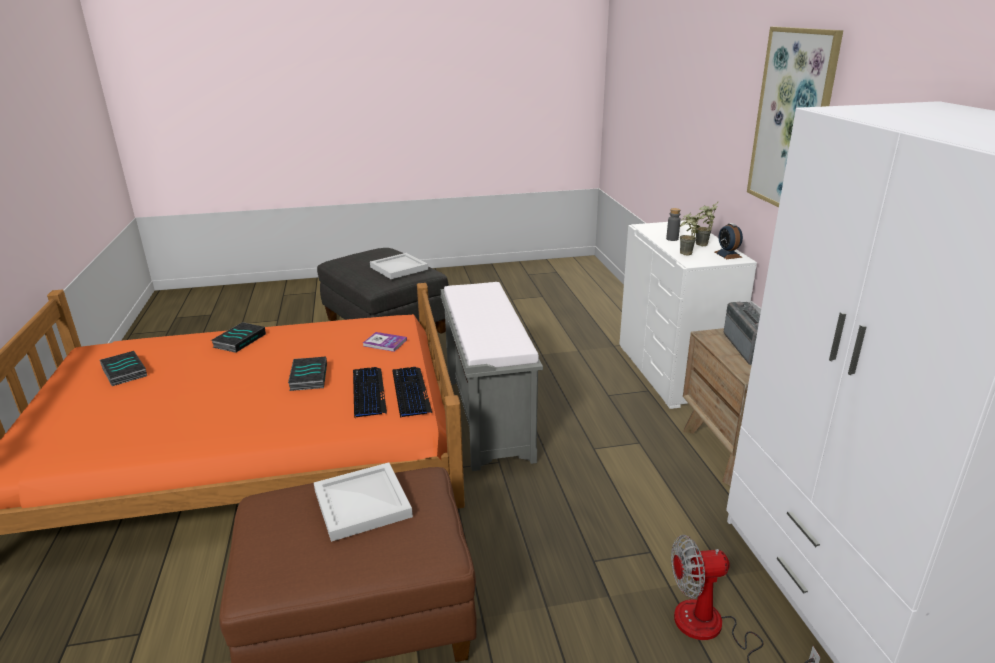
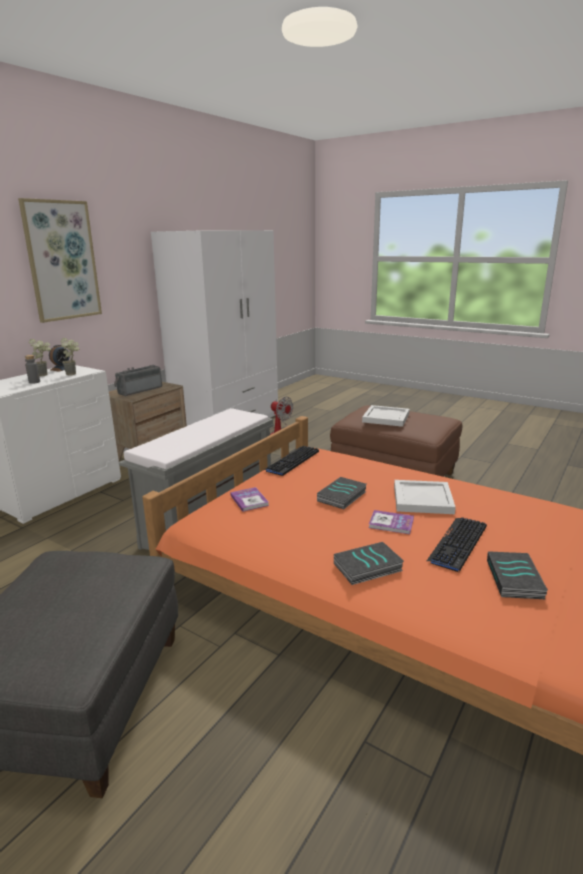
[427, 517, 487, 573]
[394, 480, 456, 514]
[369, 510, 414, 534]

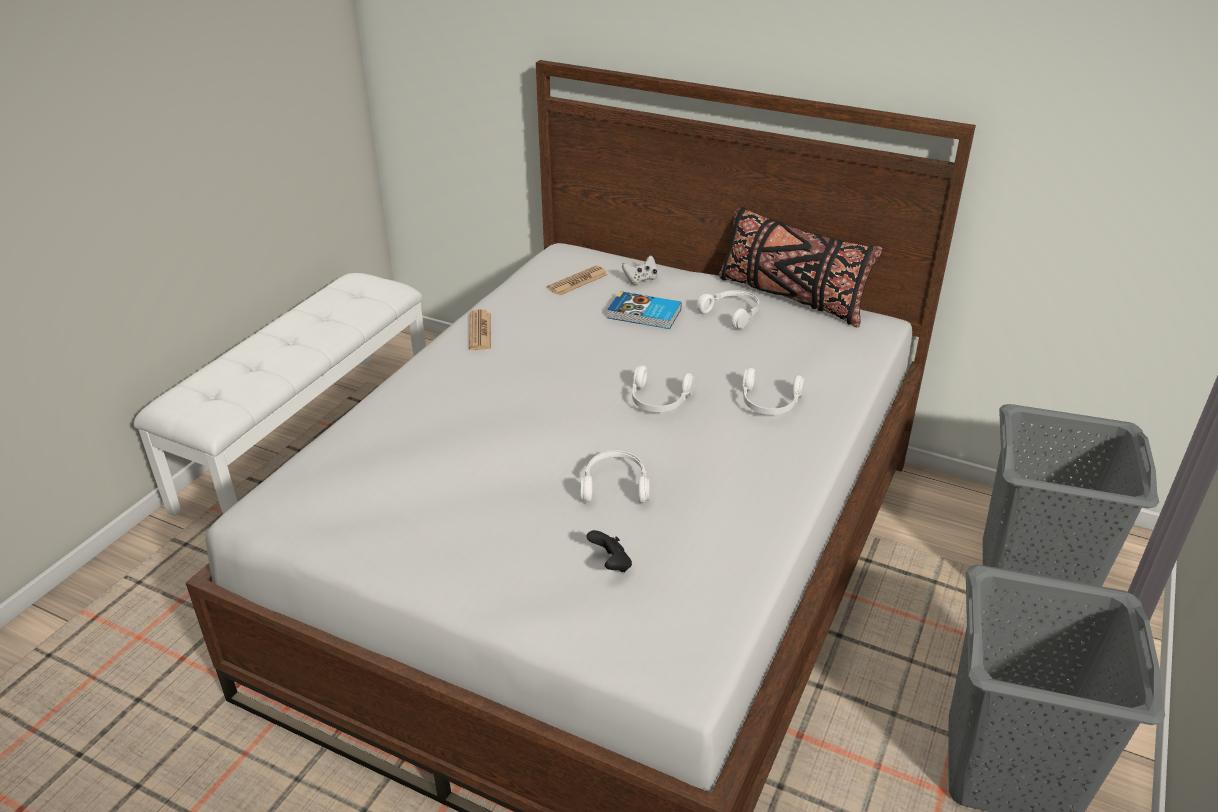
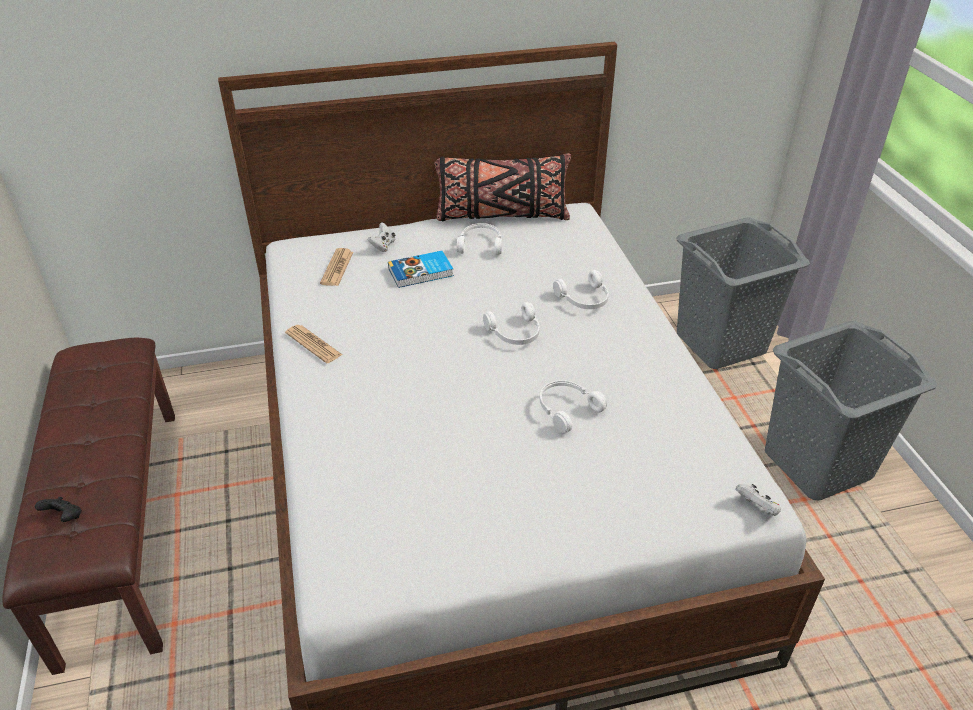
[2, 338, 175, 675]
[35, 497, 82, 522]
[735, 484, 781, 516]

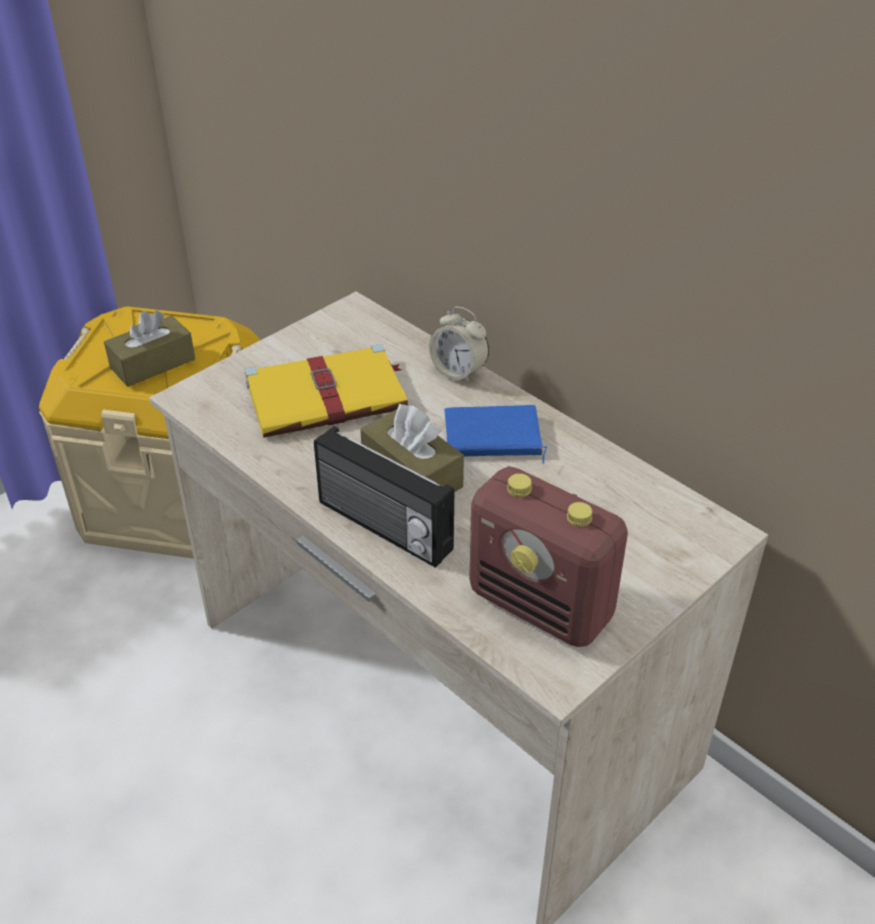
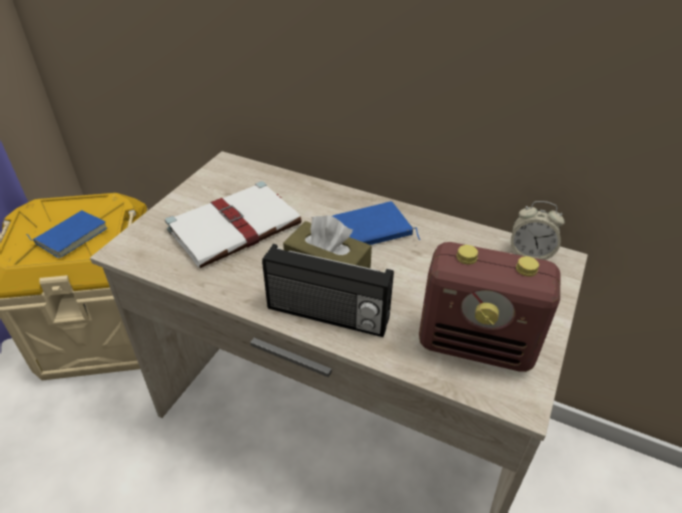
[26, 210, 107, 258]
[165, 181, 302, 268]
[511, 201, 565, 260]

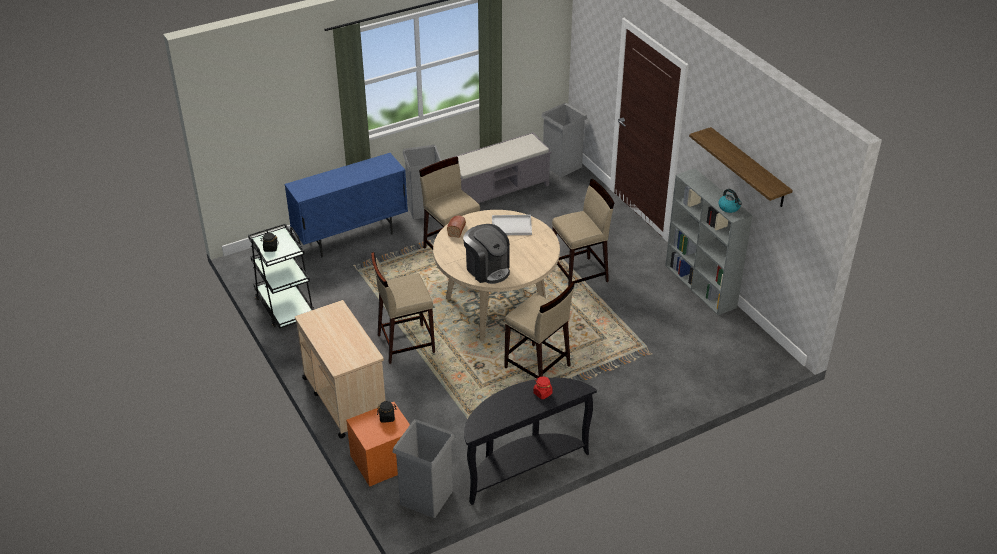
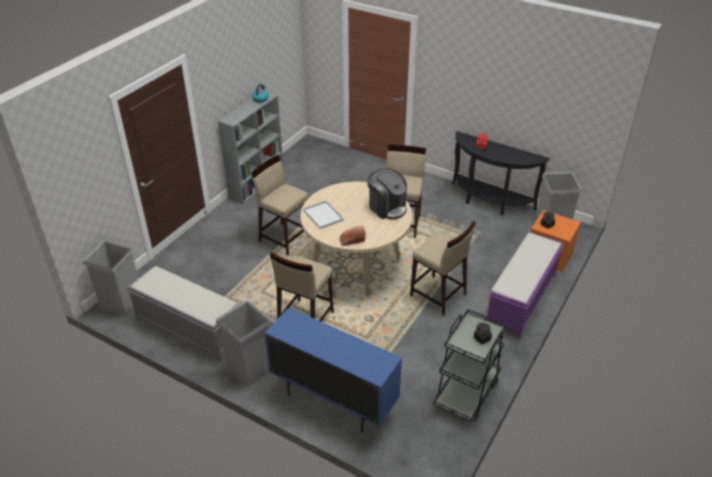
[487, 233, 563, 339]
[367, 169, 407, 220]
[689, 127, 793, 207] (first image)

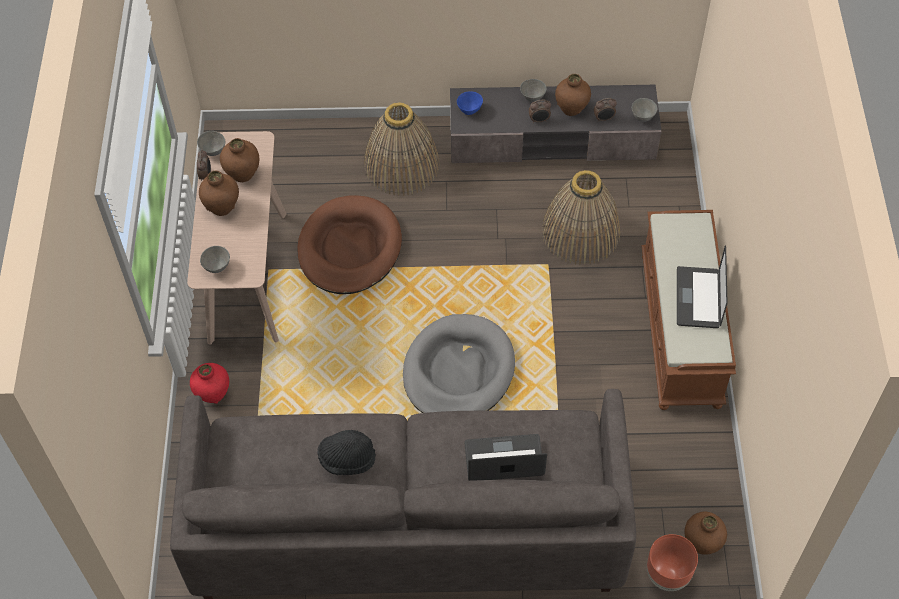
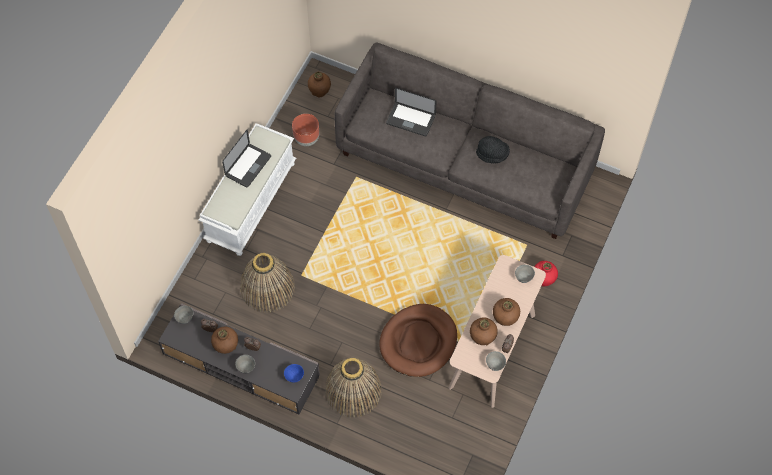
[403, 314, 515, 413] (first image)
[199, 124, 296, 256]
[292, 114, 319, 146]

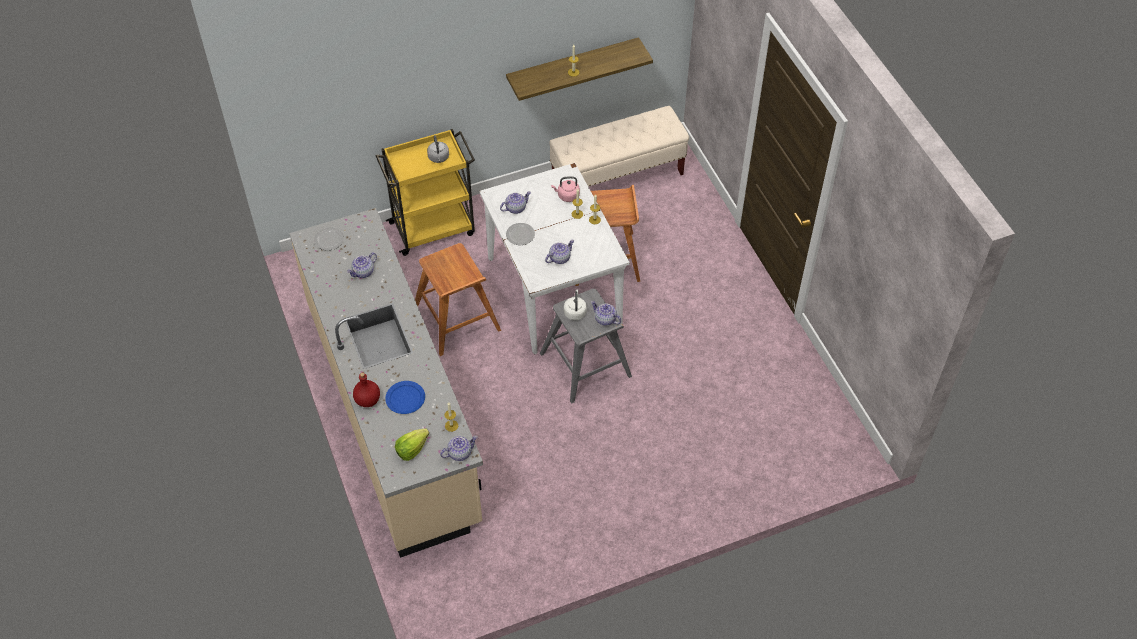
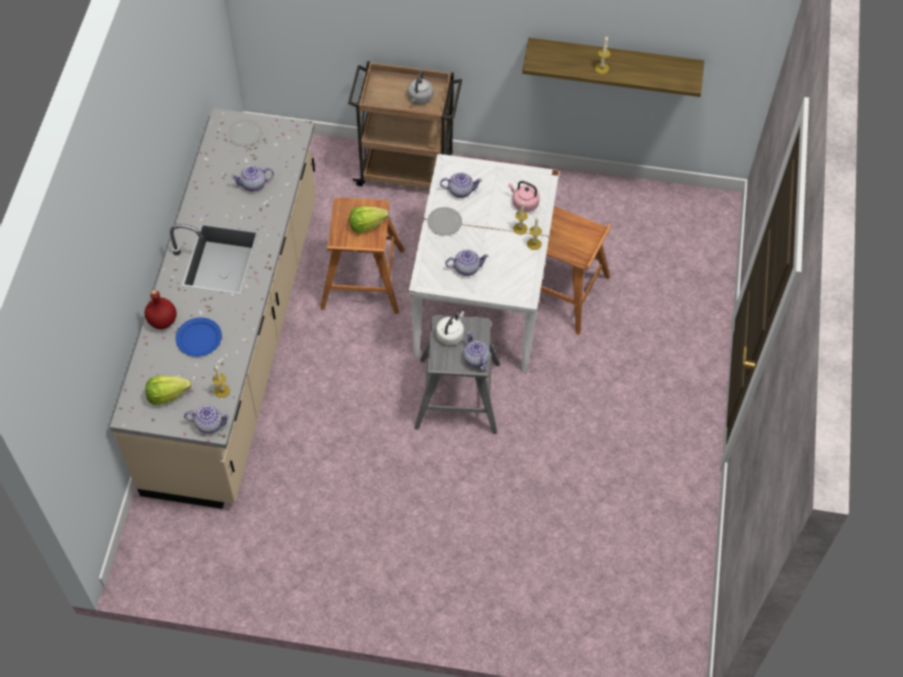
[348, 61, 462, 190]
[549, 106, 689, 187] (first image)
[349, 206, 389, 233]

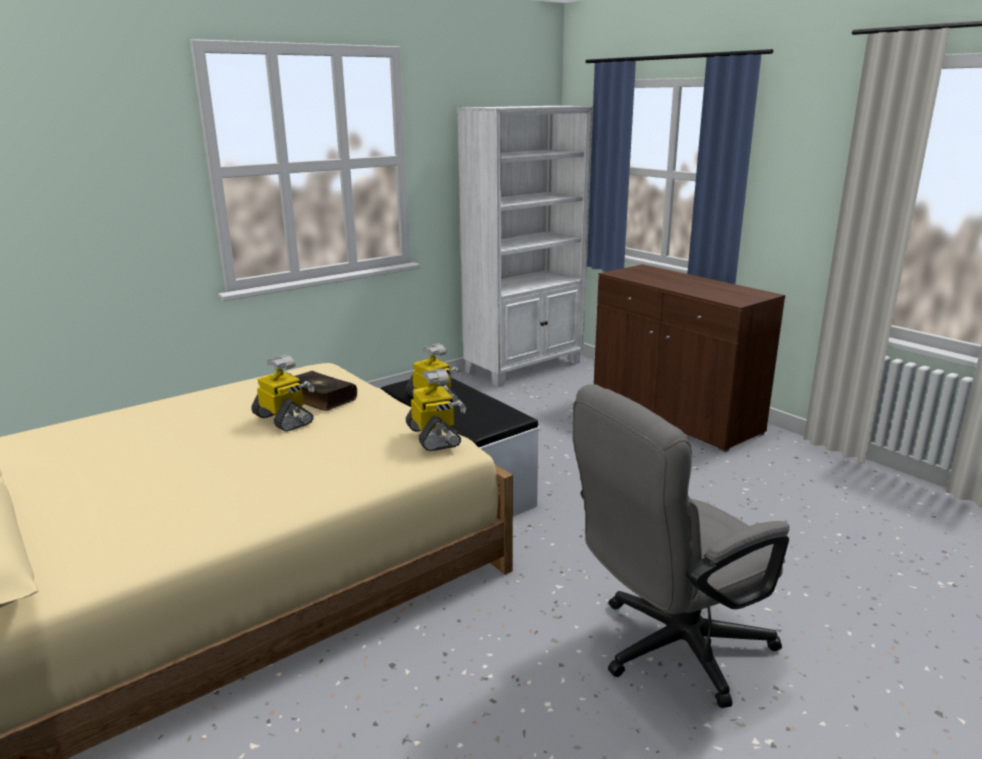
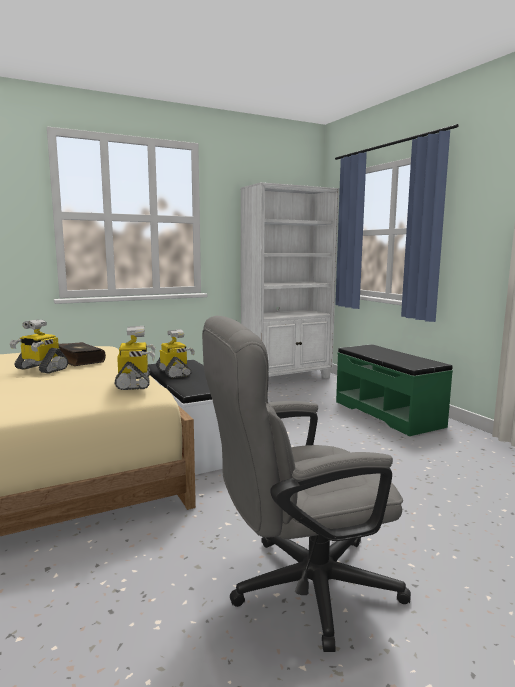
[9, 319, 68, 374]
[336, 344, 453, 436]

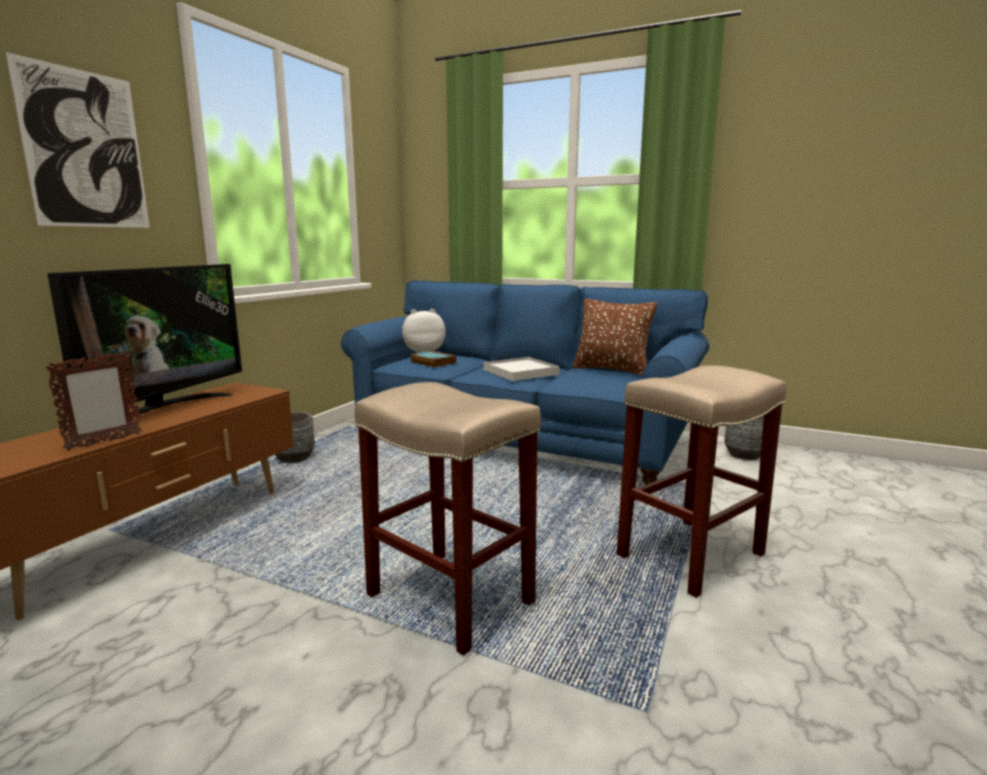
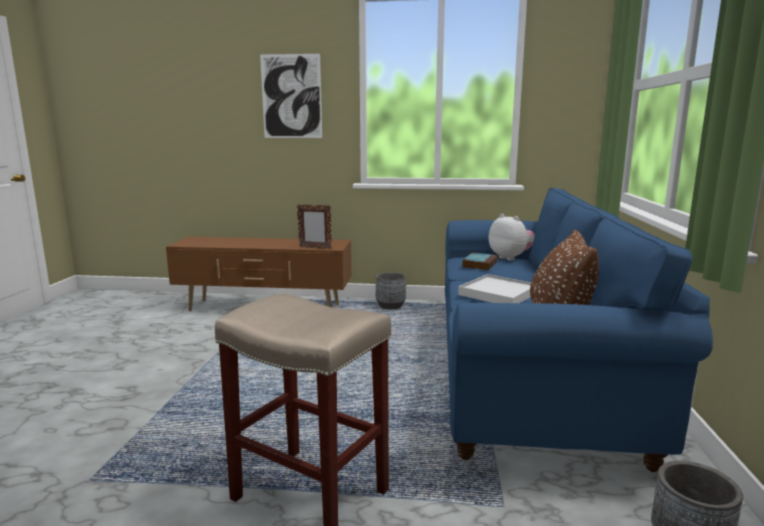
[297, 204, 332, 250]
[47, 264, 242, 416] (first image)
[354, 382, 541, 656] (first image)

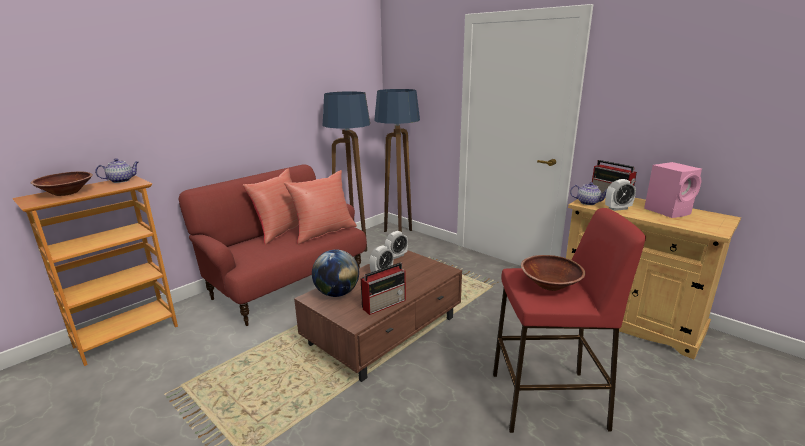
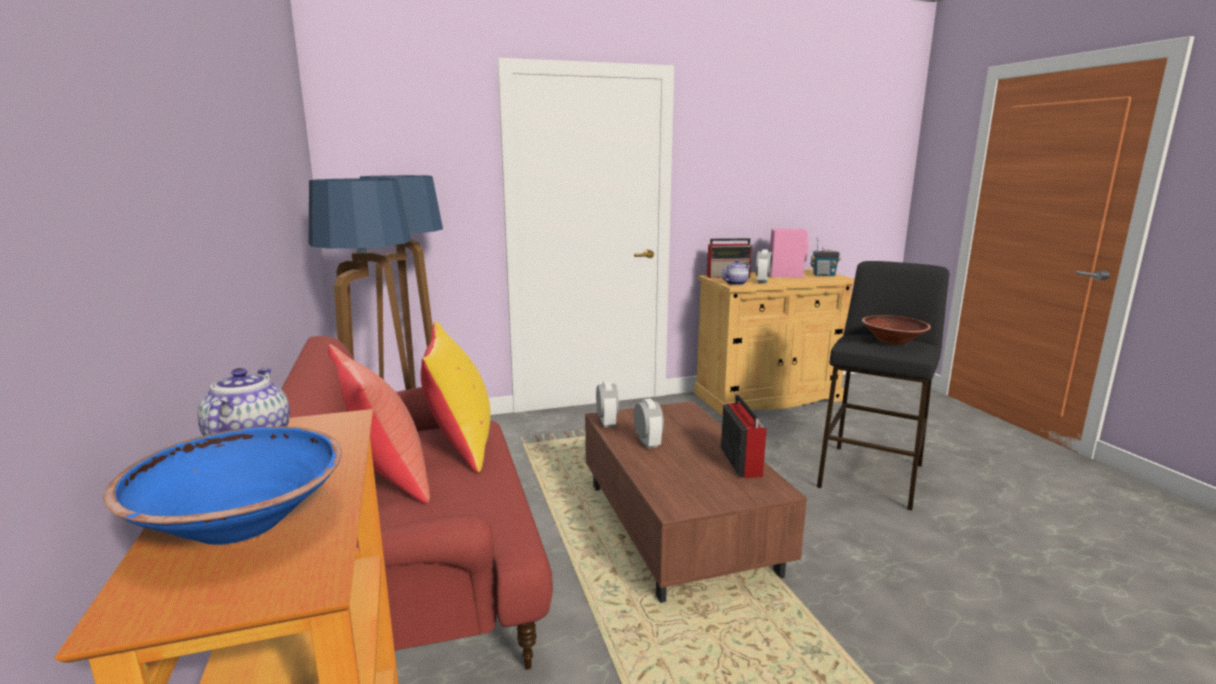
[103, 426, 342, 545]
[421, 321, 491, 473]
[312, 249, 359, 297] (first image)
[817, 261, 949, 511]
[810, 238, 841, 276]

